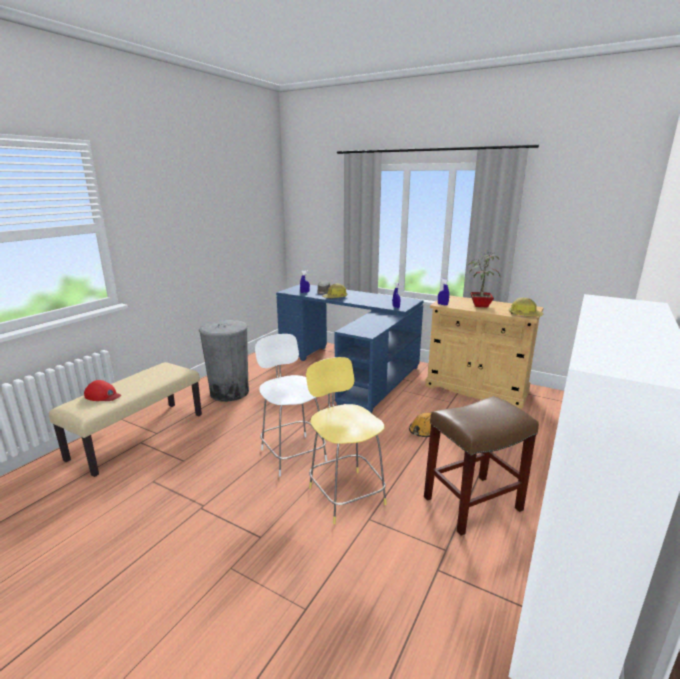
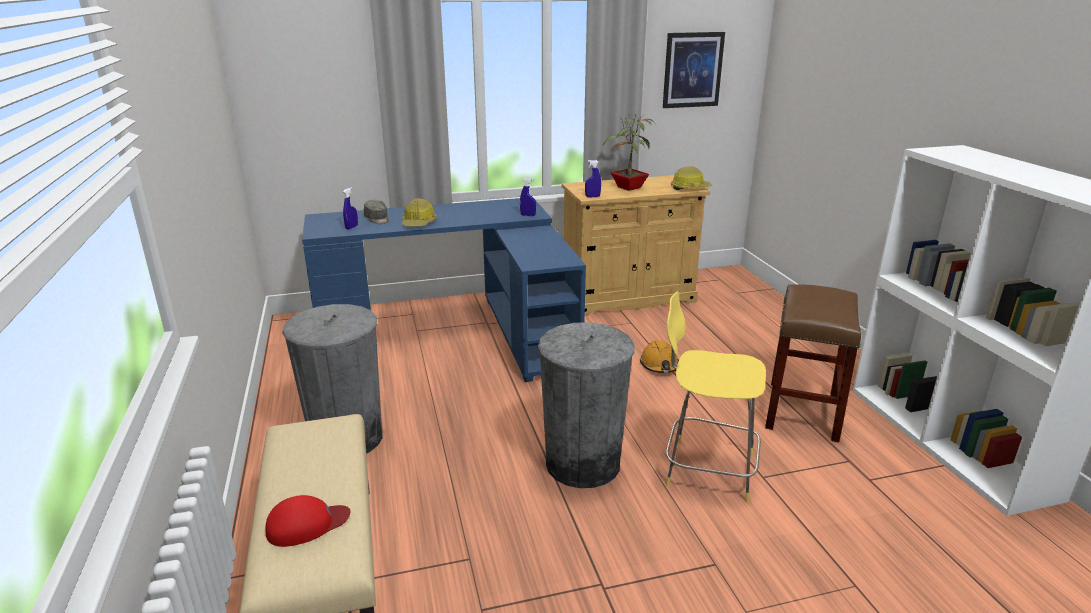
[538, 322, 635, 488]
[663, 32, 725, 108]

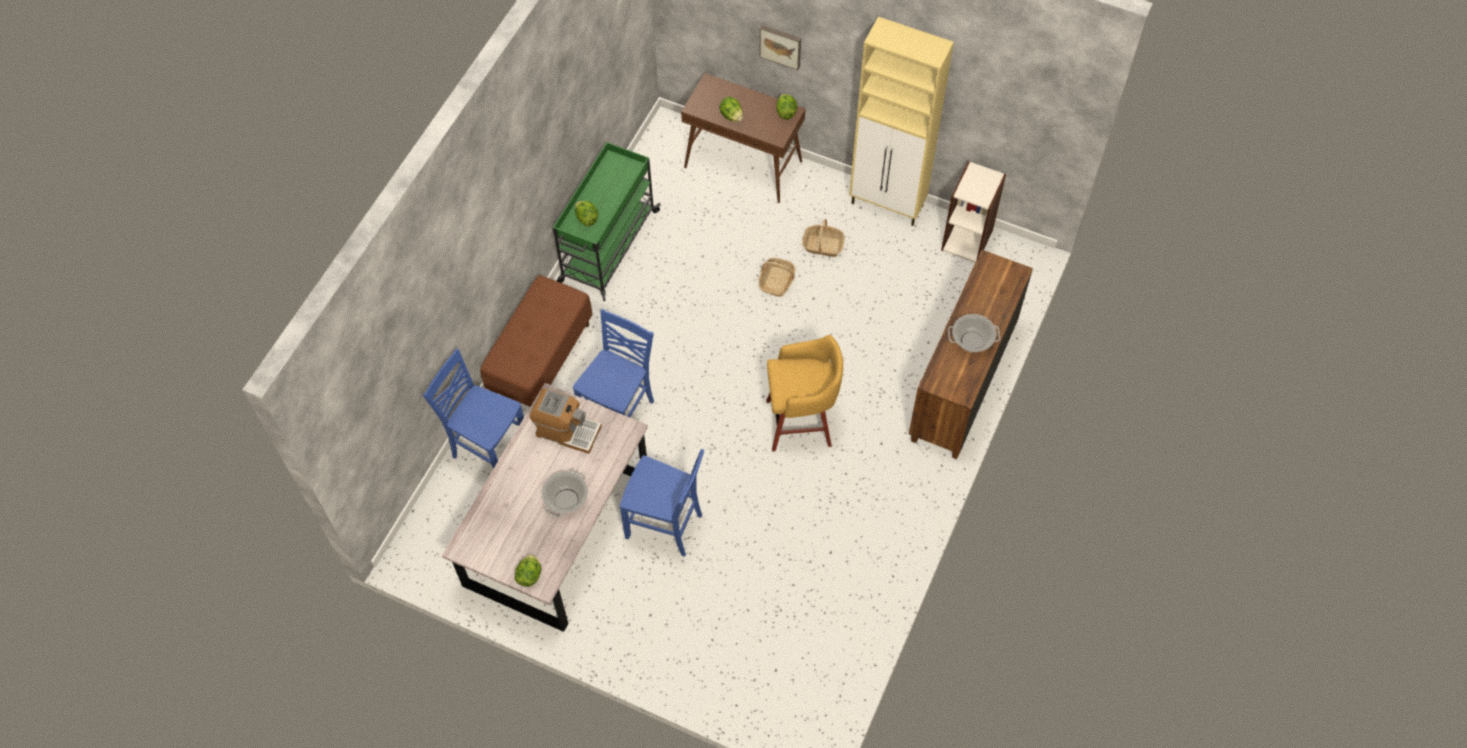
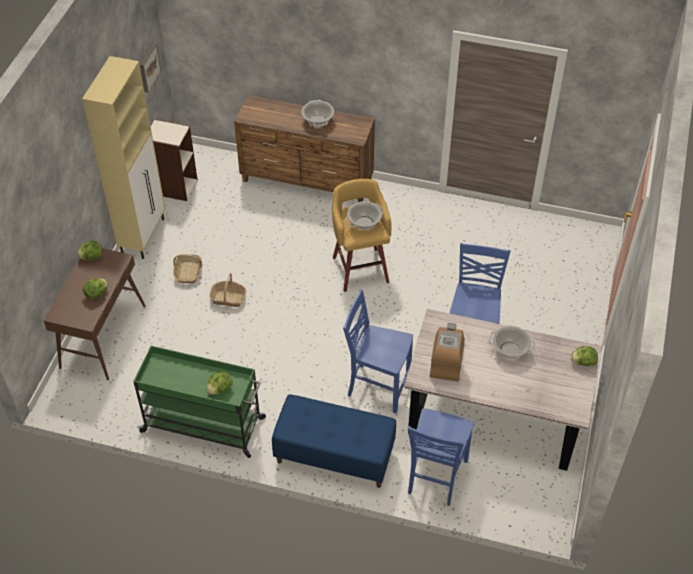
[272, 394, 396, 488]
[140, 43, 161, 93]
[345, 201, 385, 230]

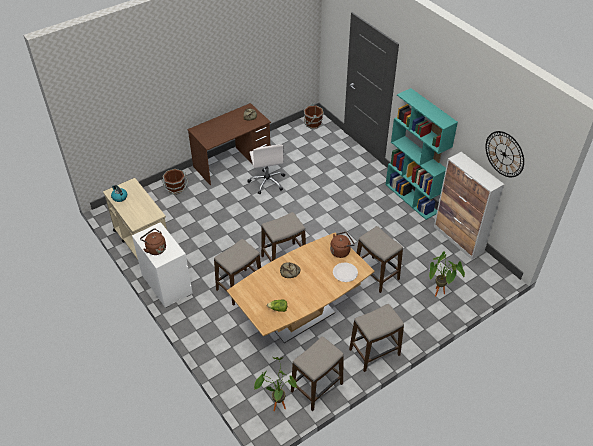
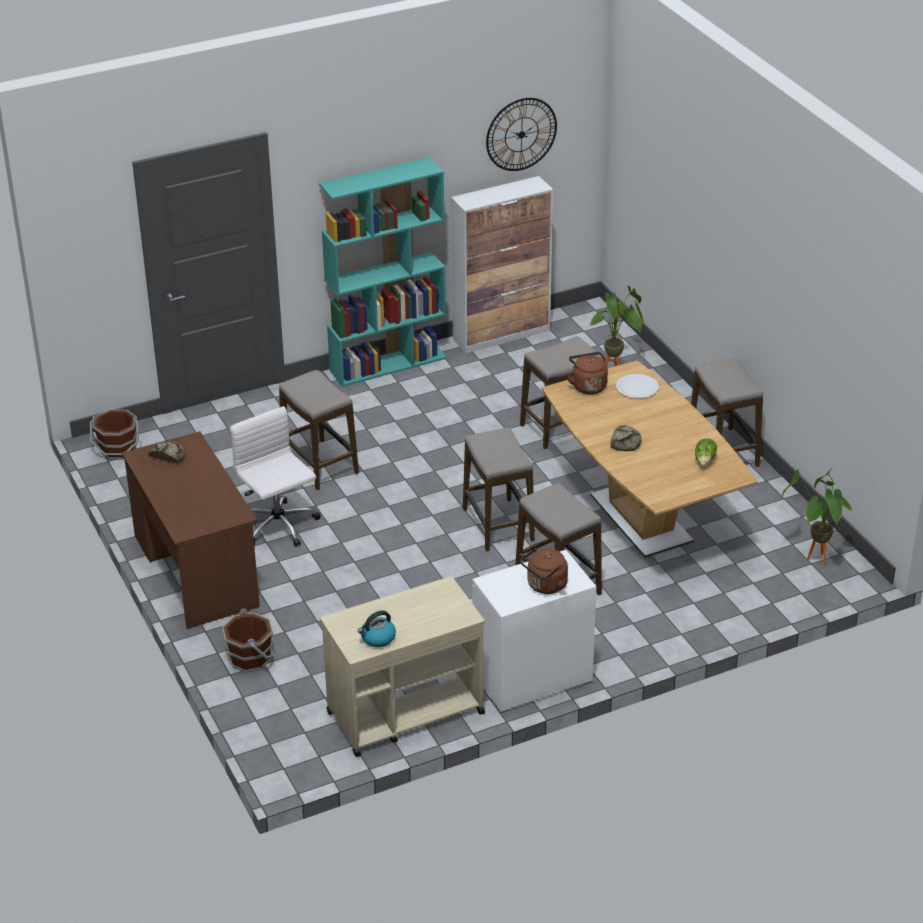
[230, 406, 321, 547]
[279, 370, 359, 490]

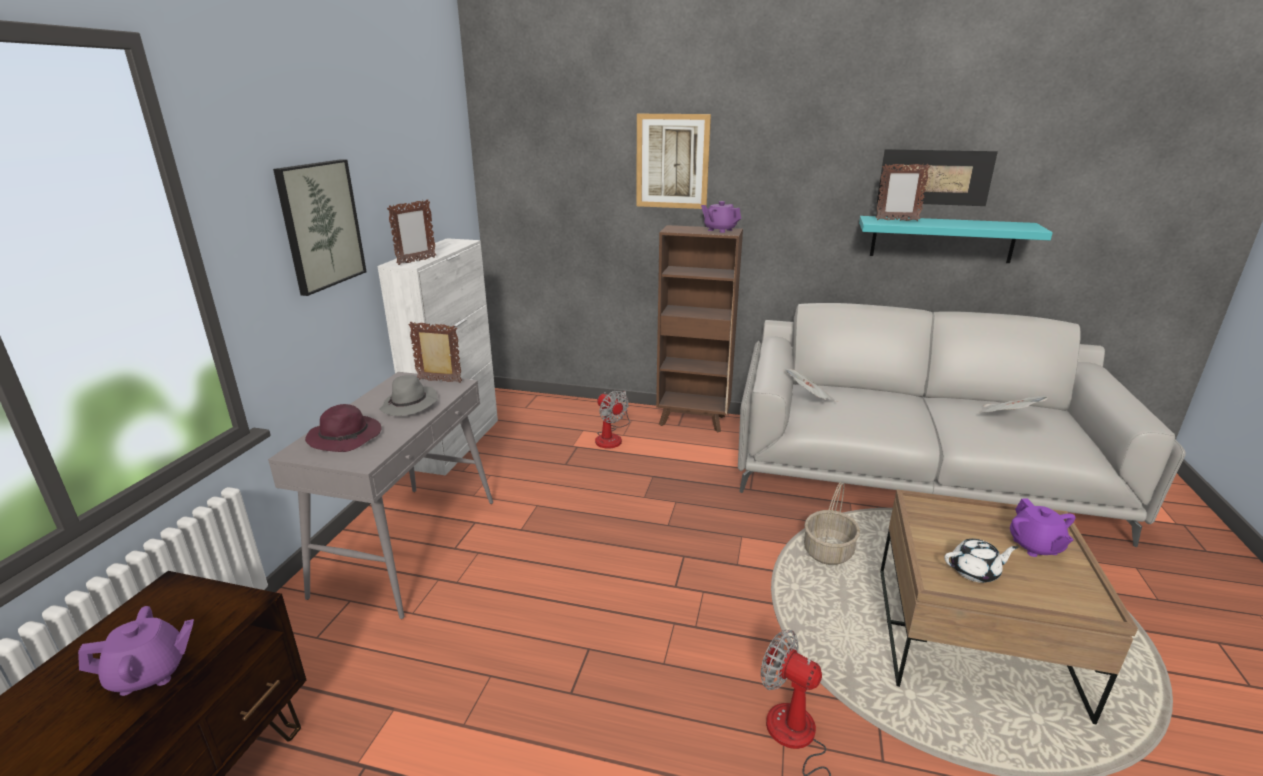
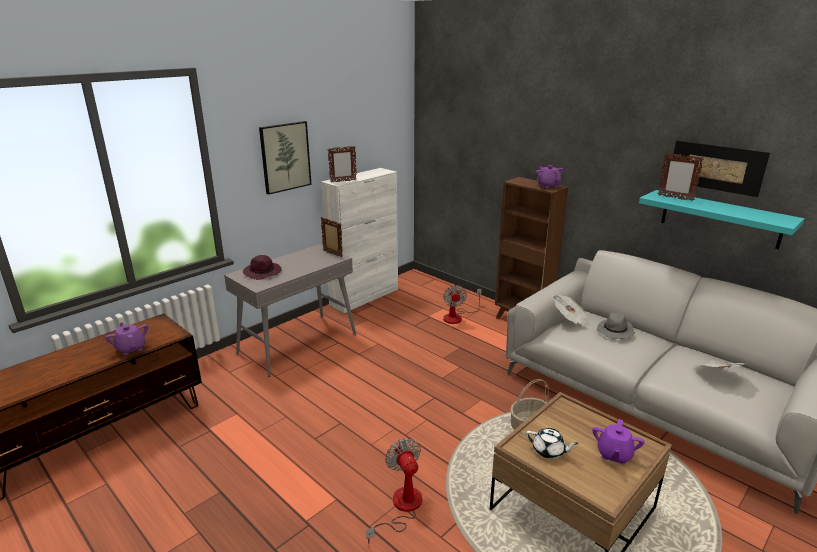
[105, 322, 148, 355]
[597, 312, 635, 339]
[636, 114, 711, 209] (first image)

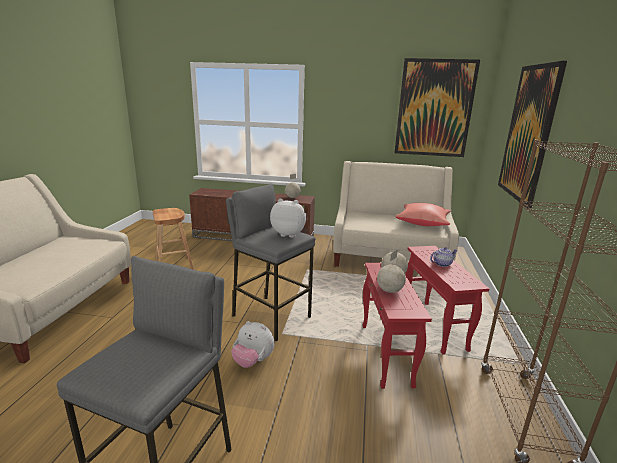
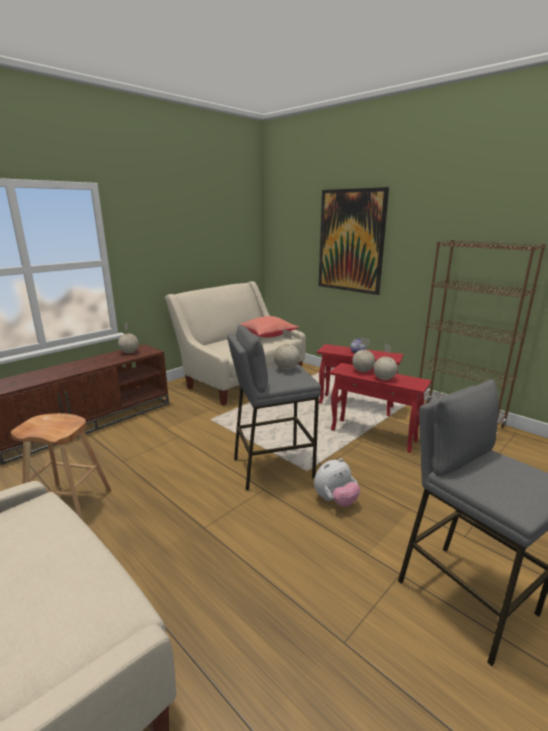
[274, 329, 300, 370]
[394, 58, 480, 157] (first image)

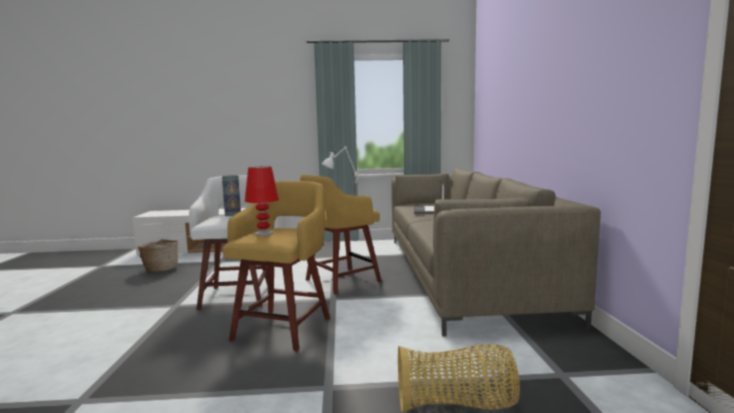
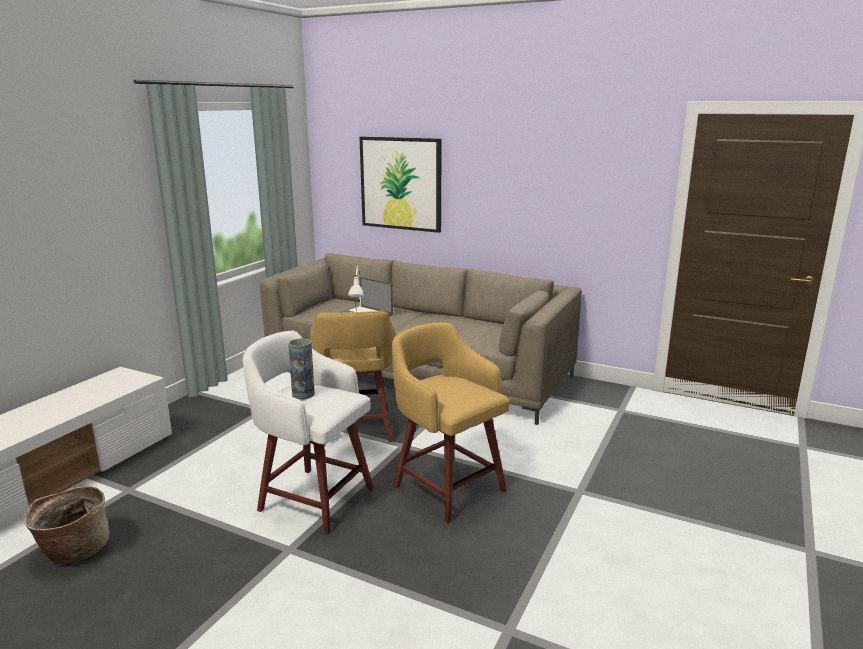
[245, 166, 279, 236] (first image)
[398, 344, 520, 413] (first image)
[359, 137, 442, 233]

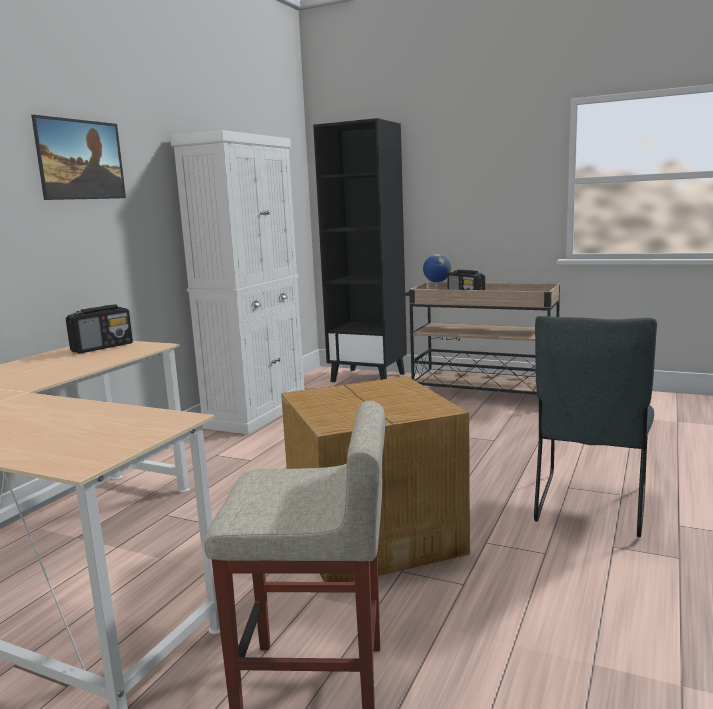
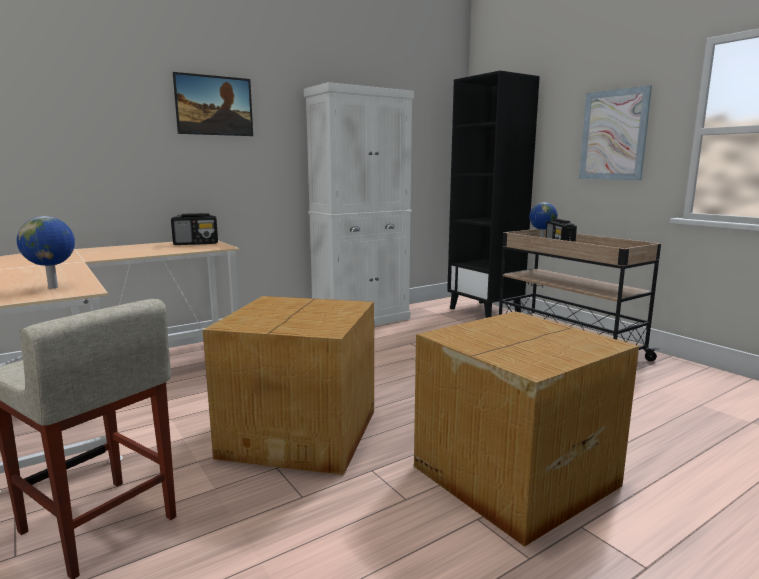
[414, 311, 639, 547]
[16, 216, 75, 289]
[579, 85, 652, 180]

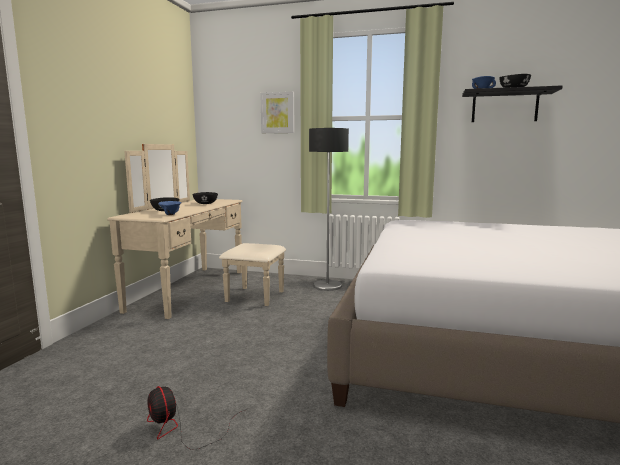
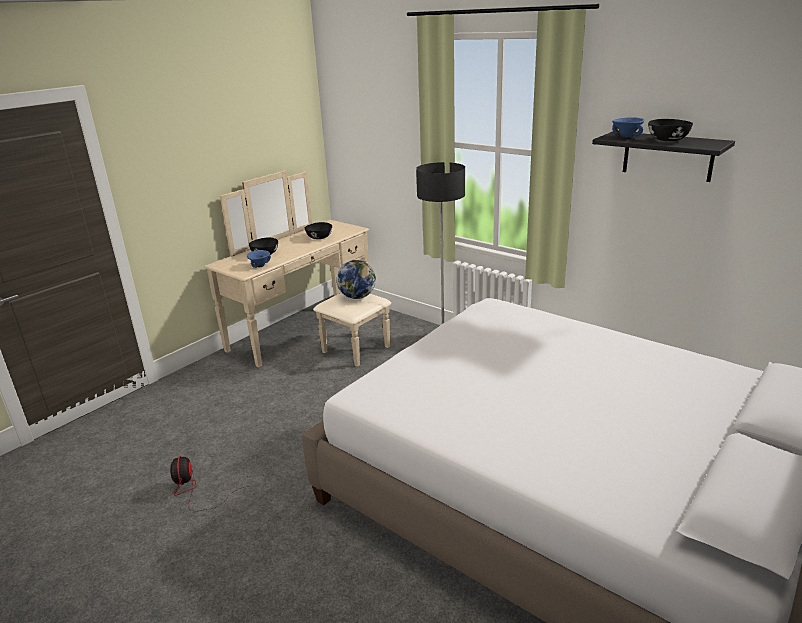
[260, 92, 294, 133] (first image)
[336, 260, 376, 299]

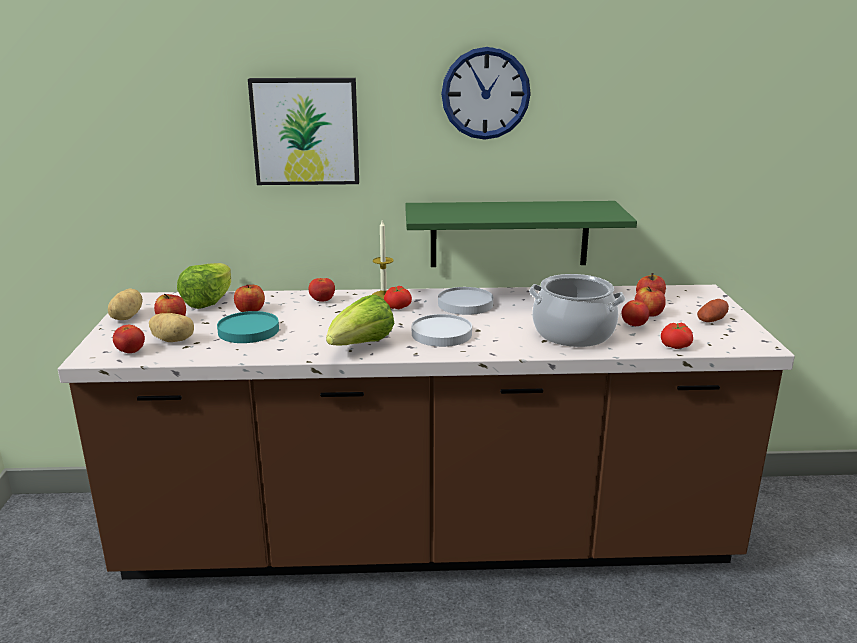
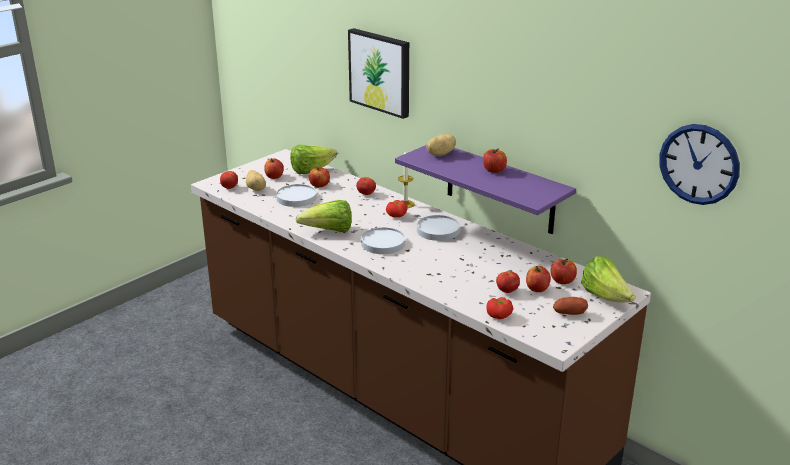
[426, 134, 456, 156]
[276, 184, 317, 207]
[395, 145, 576, 234]
[659, 124, 740, 205]
[529, 274, 625, 347] (first image)
[483, 148, 507, 173]
[581, 256, 635, 302]

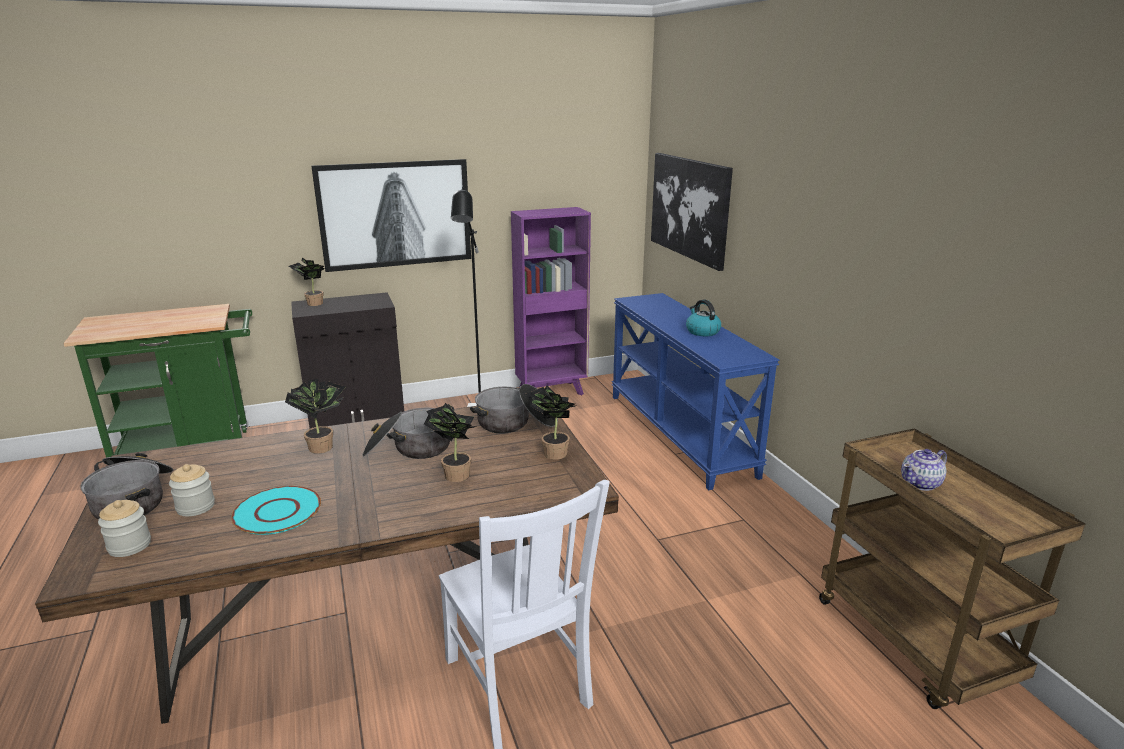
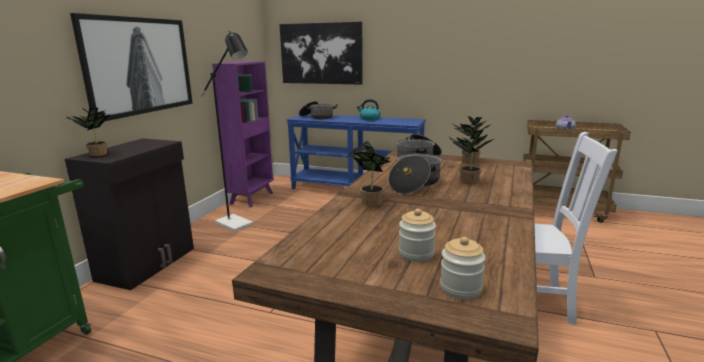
[299, 101, 338, 119]
[231, 486, 321, 535] (first image)

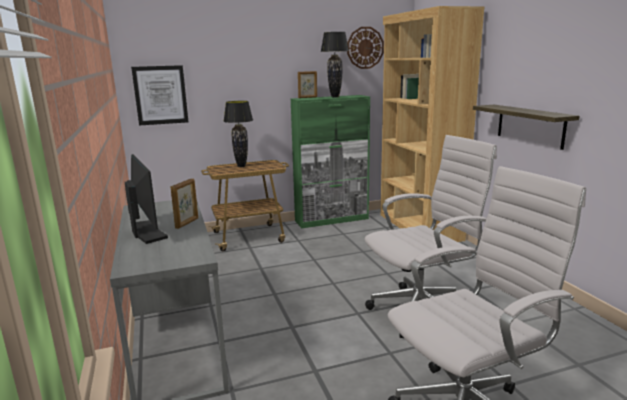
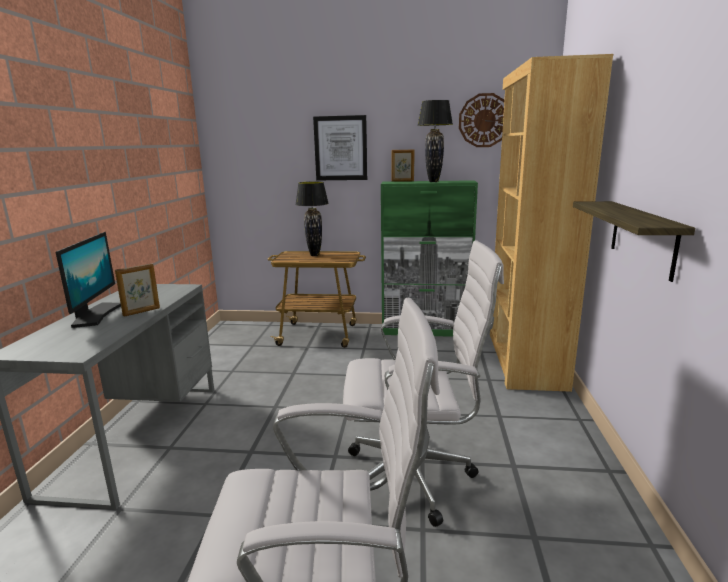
[313, 115, 367, 181]

